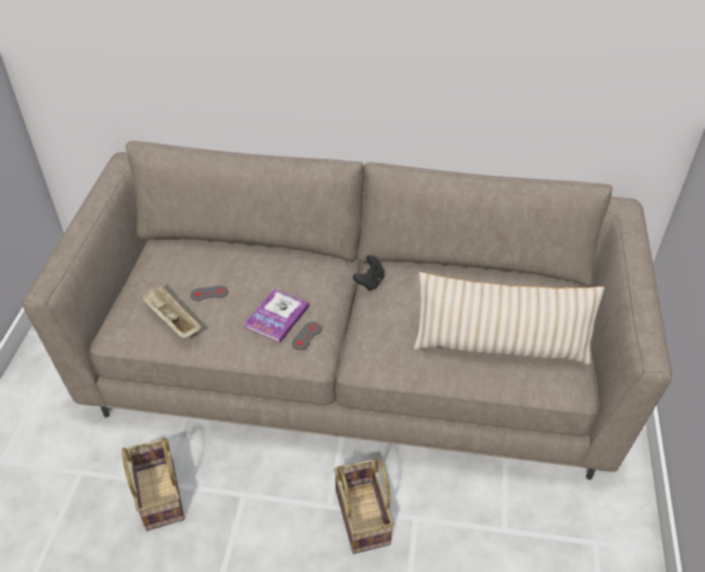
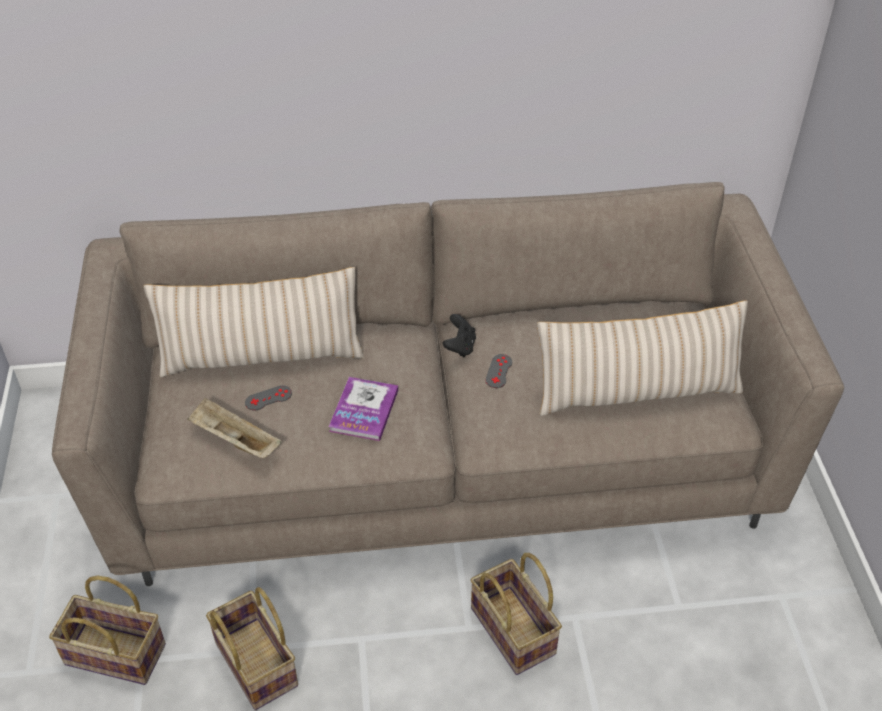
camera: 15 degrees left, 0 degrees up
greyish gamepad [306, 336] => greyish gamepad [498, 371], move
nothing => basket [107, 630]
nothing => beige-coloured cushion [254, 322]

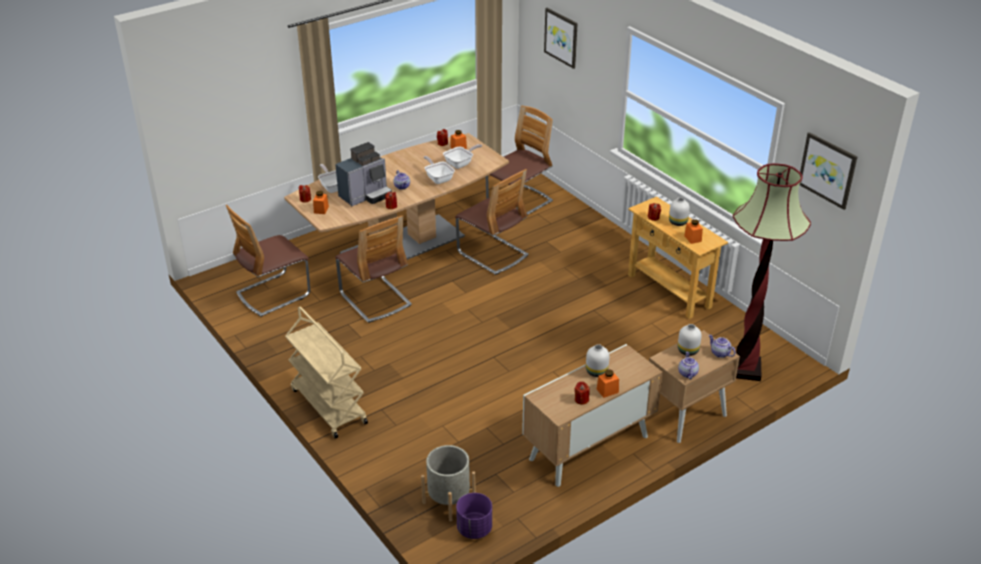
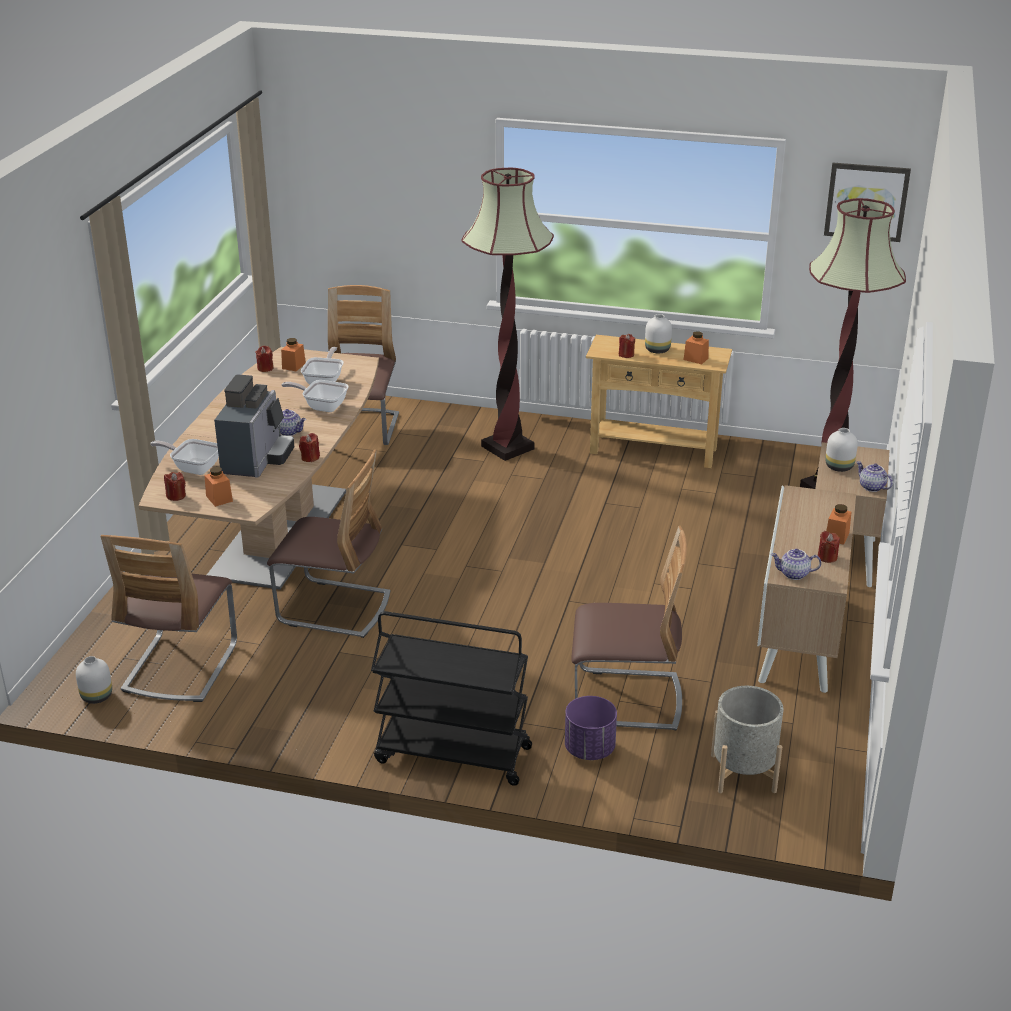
camera: 40 degrees left, 5 degrees down
beige-coloured wheeled cart [326, 372] => black wheeled cart [451, 698]
chair [492, 222] => chair [629, 628], move
purplish flower pot [474, 516] => purplish flower pot [591, 728], move
wall picture [561, 38] => nothing
whitish flower vase [598, 360] => whitish flower vase [94, 680], move
pot for tea [722, 346] => pot for tea [796, 564], move
nothing => standard lamp [507, 314]

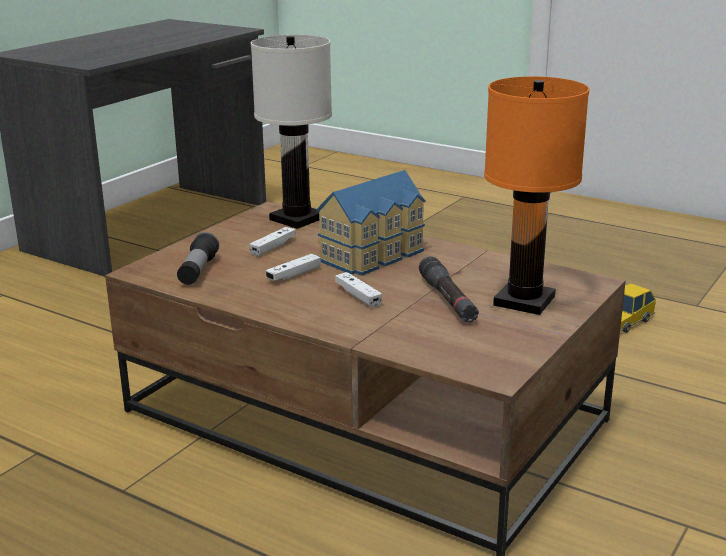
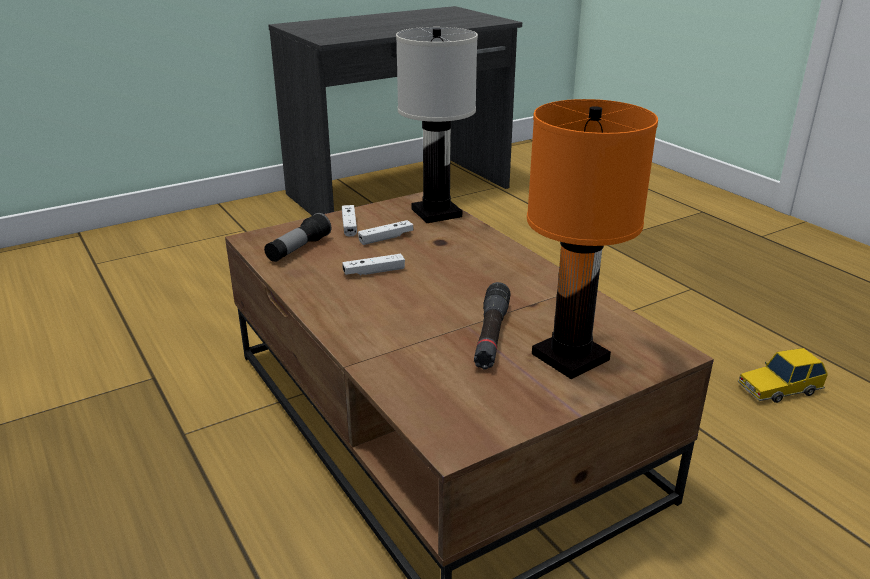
camera: 25 degrees right, 5 degrees up
miniature house [371, 223] => nothing
whitish gamepad [358, 290] => whitish gamepad [349, 220], move

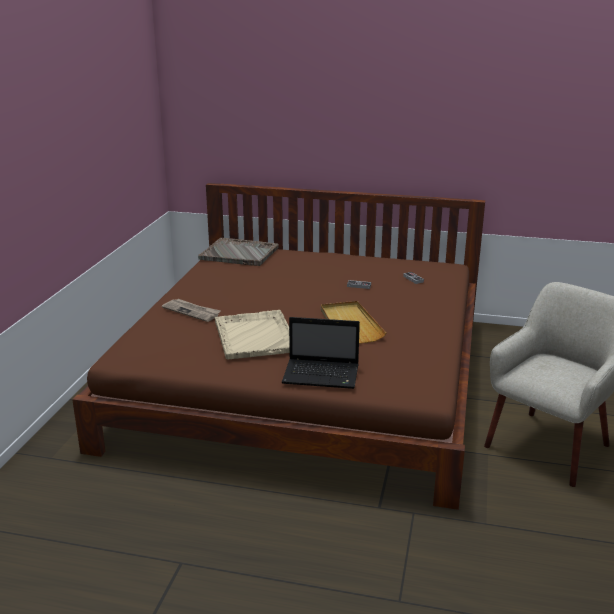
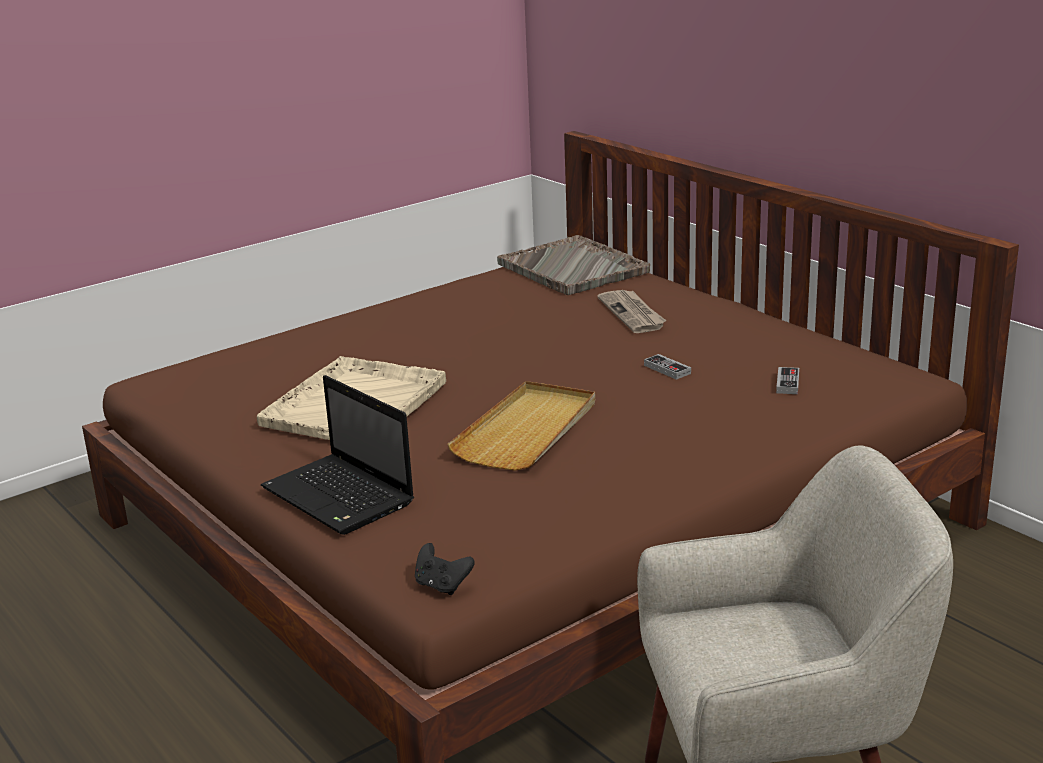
camera: 40 degrees right, 0 degrees up
printed paper [191, 310] => printed paper [632, 311], move
nothing => black gamepad [445, 569]

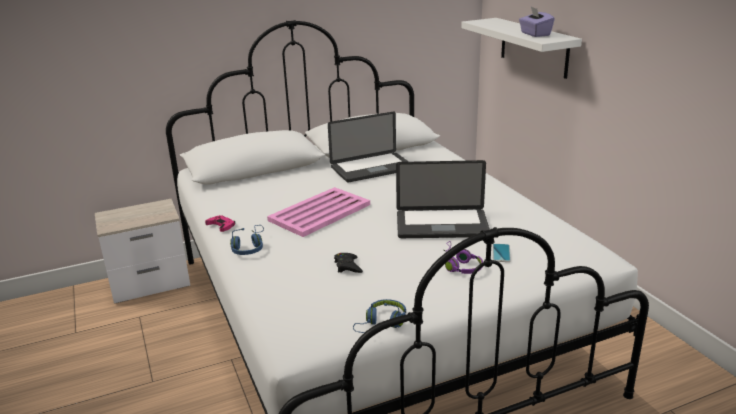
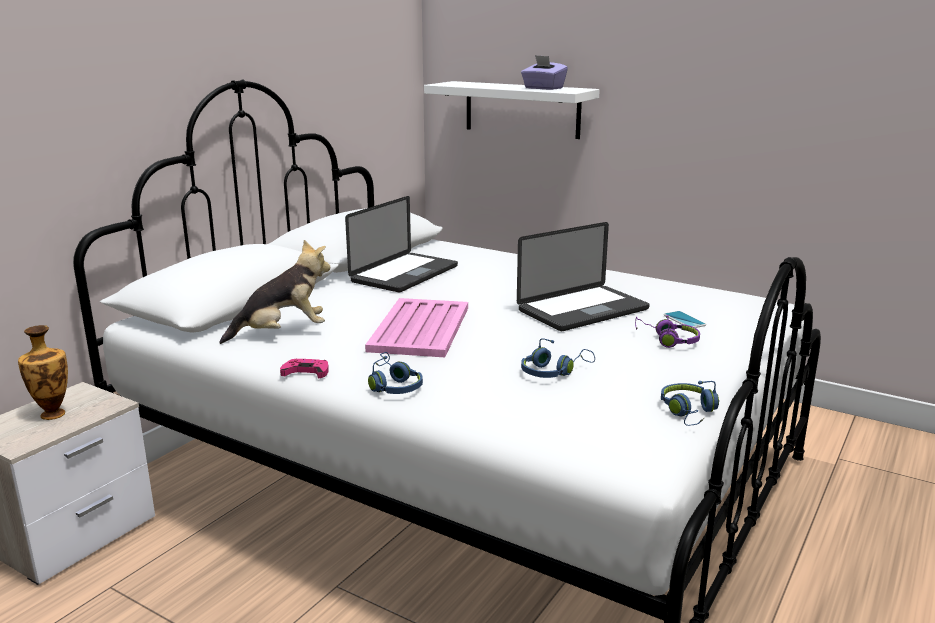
camera: 35 degrees left, 5 degrees down
black gamepad [348, 263] => blue pair of headphones [558, 358]
nothing => flower vase [43, 372]
nothing => cuddly toy [275, 292]

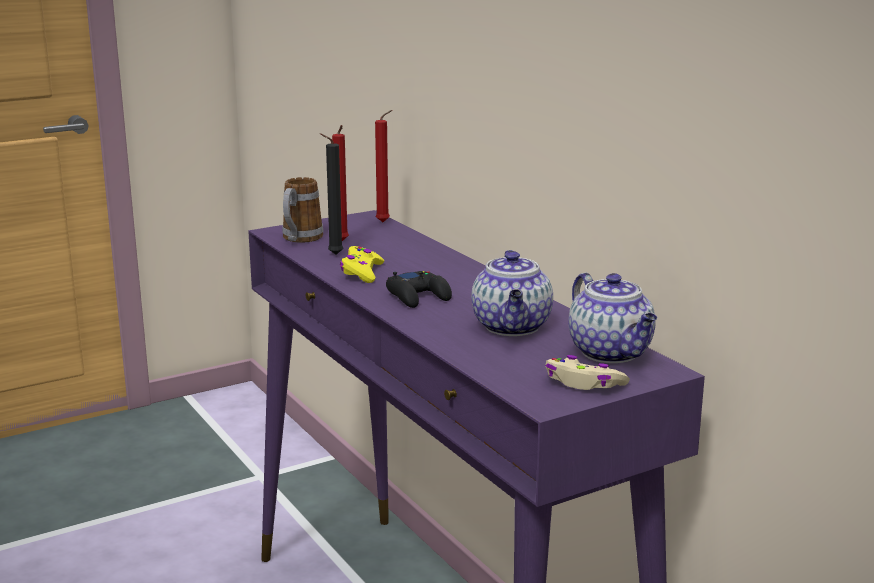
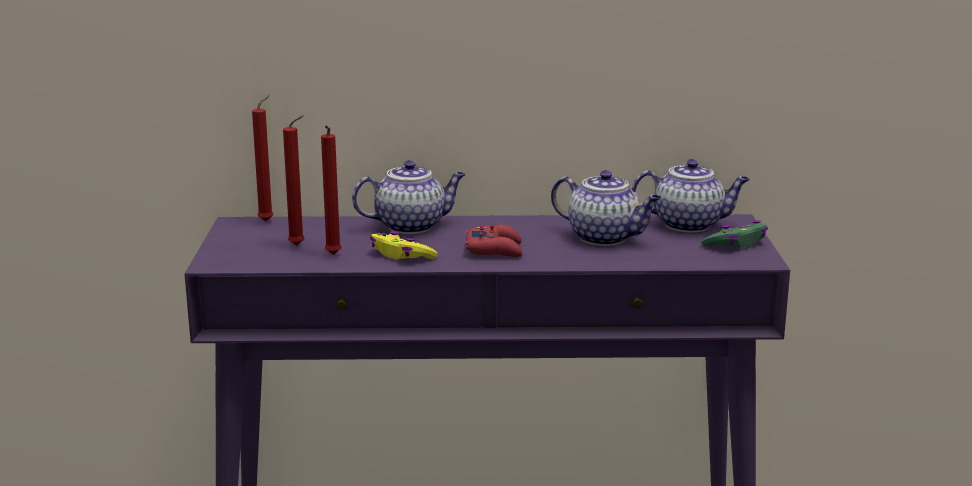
camera: 60 degrees left, 0 degrees up
mug [302, 210] => nothing
black candle [332, 194] => red-coloured candle [331, 190]
black gamepad [419, 289] => red-coloured gamepad [494, 241]
beige-coloured gamepad [587, 372] => green gamepad [734, 234]
nothing => pot for tea [409, 197]

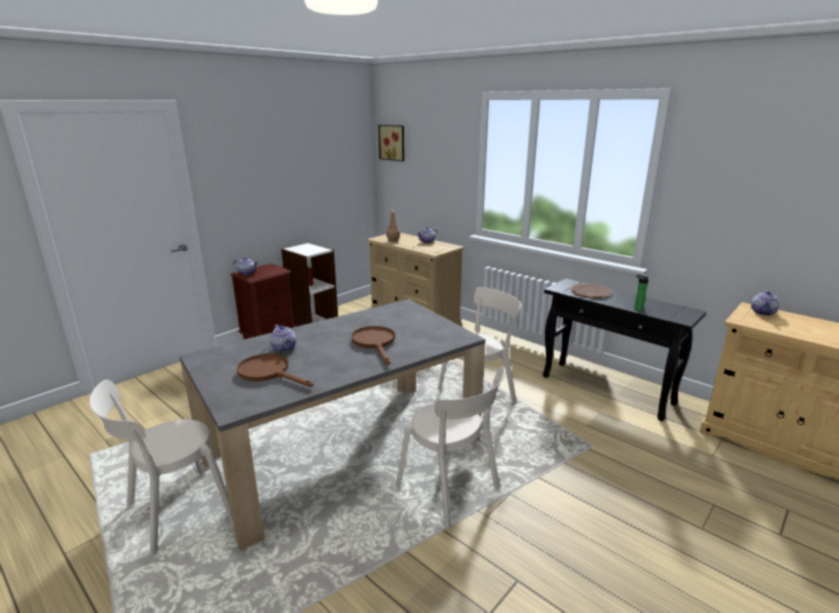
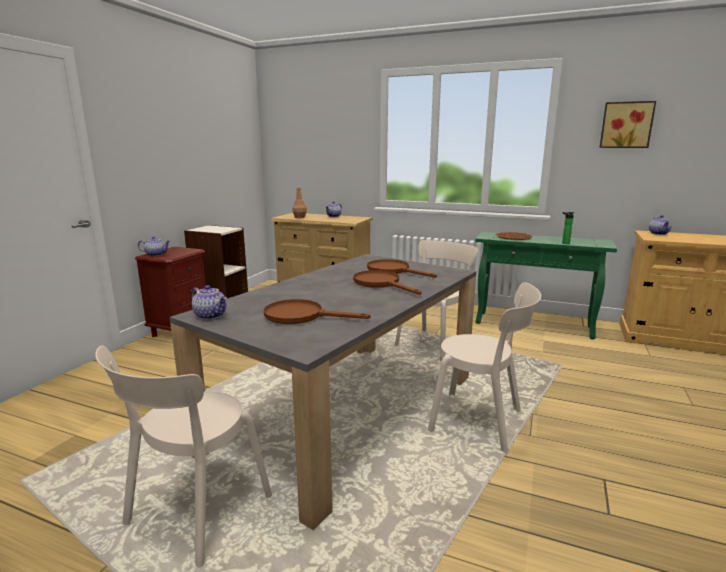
camera: 20 degrees left, 5 degrees down
pot for tea [283, 338] => pot for tea [209, 302], move
wall picture [391, 143] => wall picture [627, 124], move
black narrow table [625, 349] => green narrow table [546, 285]
nothing => brownish pan [402, 268]

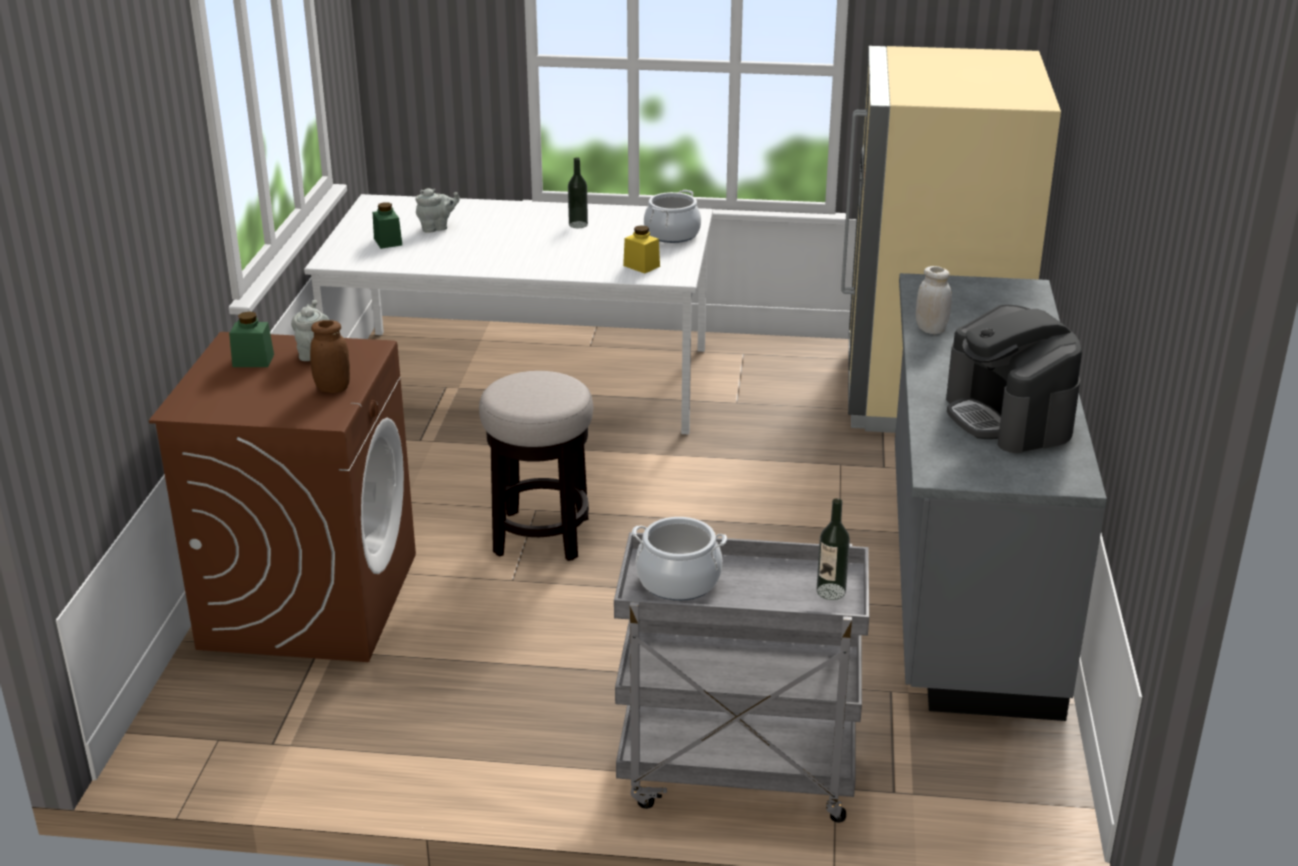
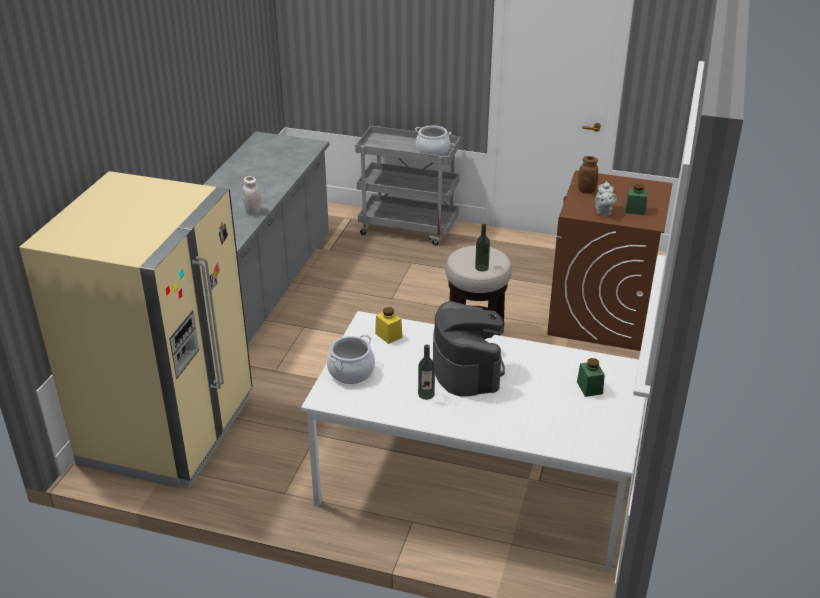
camera: 170 degrees left, 5 degrees up
greyish pot for tea [438, 210] => nothing
beverage bottle [833, 549] => beverage bottle [482, 248], move
coffee brewer [1014, 379] => coffee brewer [469, 349], move

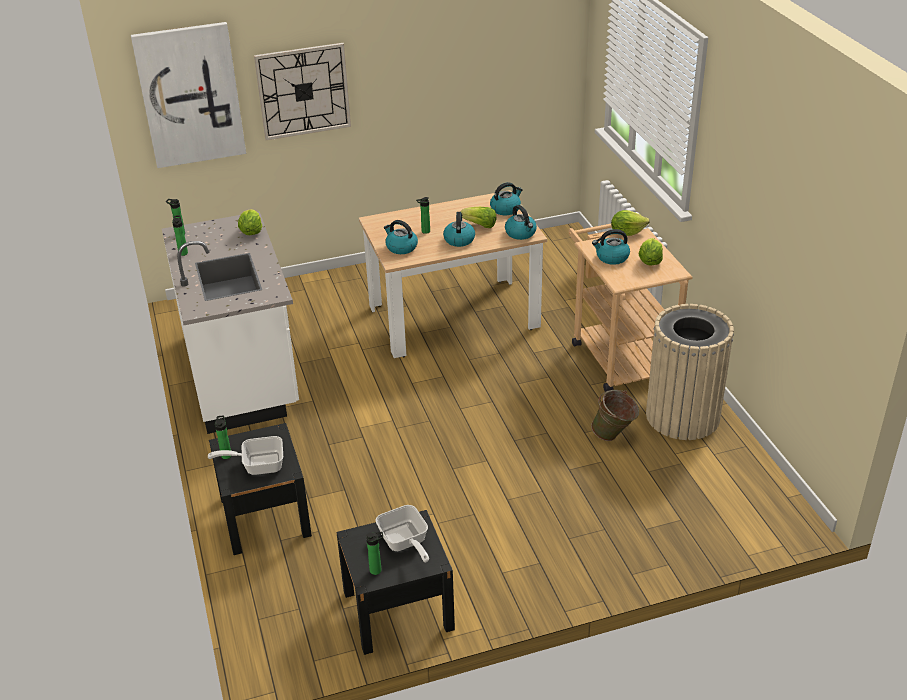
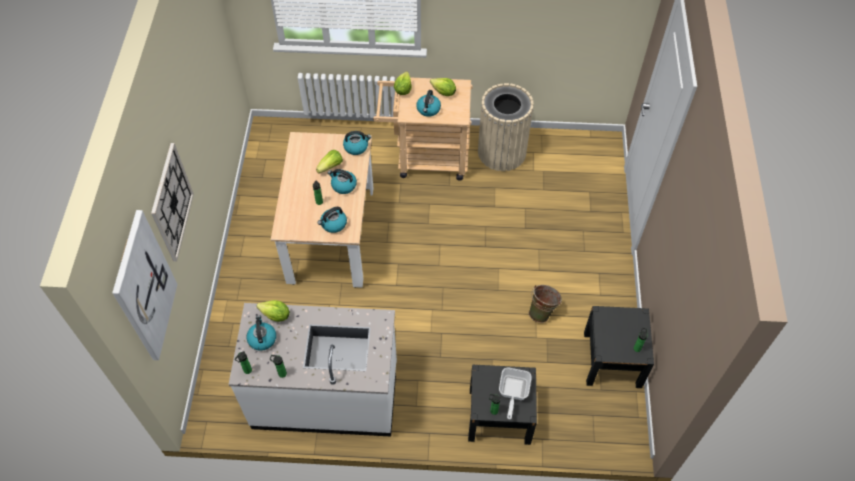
camera: 70 degrees left, 20 degrees up
pan [402, 533] => nothing
kettle [506, 198] => kettle [261, 333], move
green water bucket [615, 415] => green water bucket [545, 304], move

